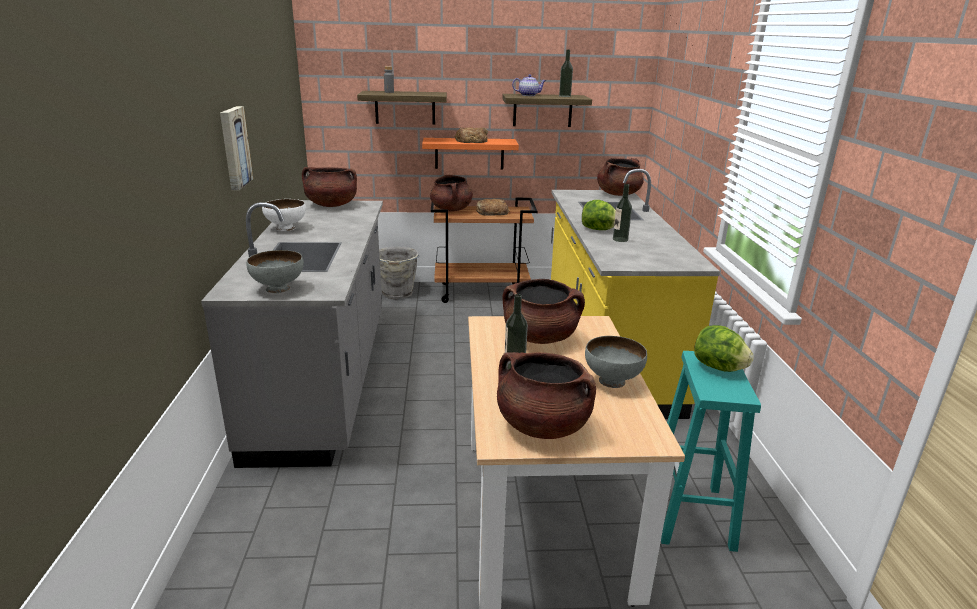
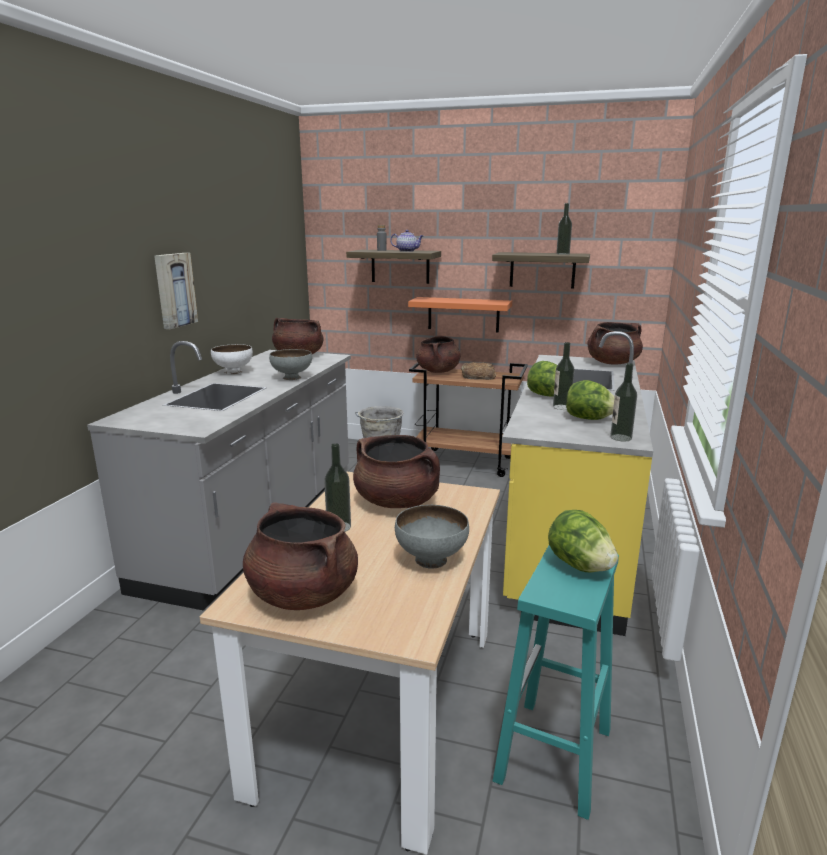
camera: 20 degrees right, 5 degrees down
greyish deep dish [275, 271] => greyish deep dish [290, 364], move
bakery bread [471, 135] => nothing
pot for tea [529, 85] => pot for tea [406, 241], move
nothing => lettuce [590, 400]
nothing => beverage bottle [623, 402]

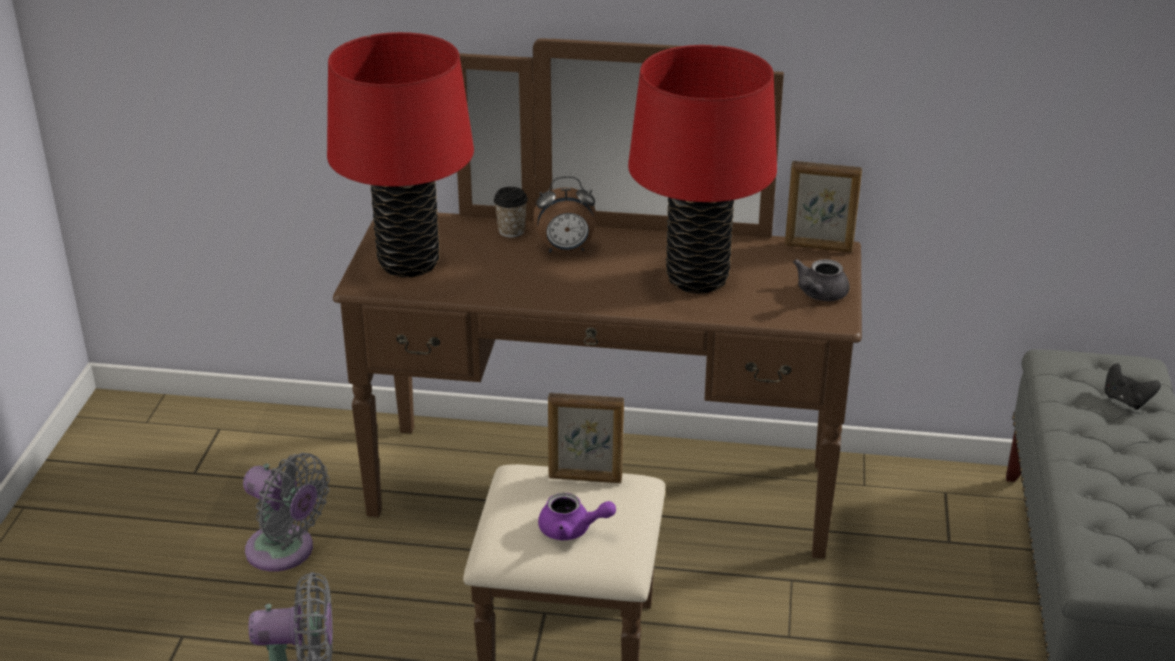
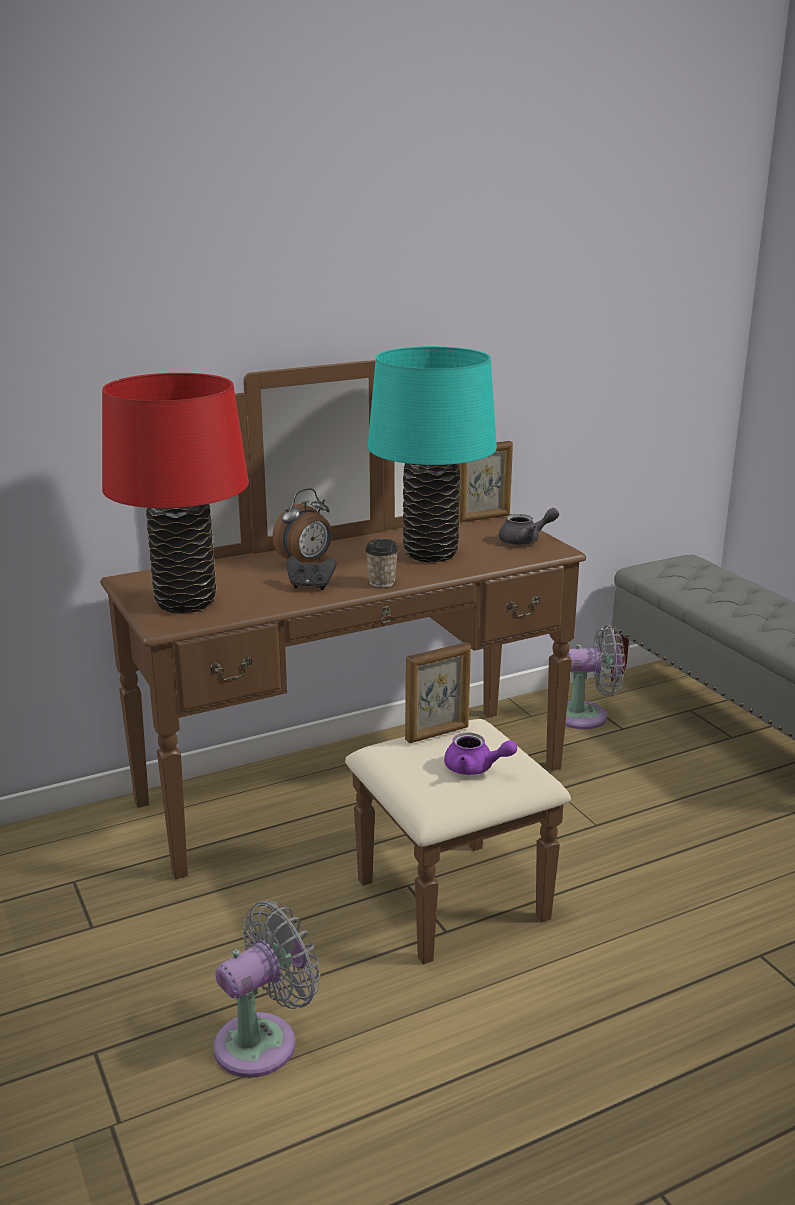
camera: 35 degrees left, 10 degrees down
greyish electric fan [286, 512] => greyish electric fan [595, 677], move
small cup [511, 212] => small cup [382, 563], move
purplish pot for tea [577, 517] => purplish pot for tea [480, 754], 45 degrees clockwise
red-coloured tabletop lamp [702, 169] => turquoise tabletop lamp [432, 454]
greyish pot for tea [821, 280] => greyish pot for tea [529, 526], 105 degrees counterclockwise
black gamepad [1133, 387] => black gamepad [312, 573], move

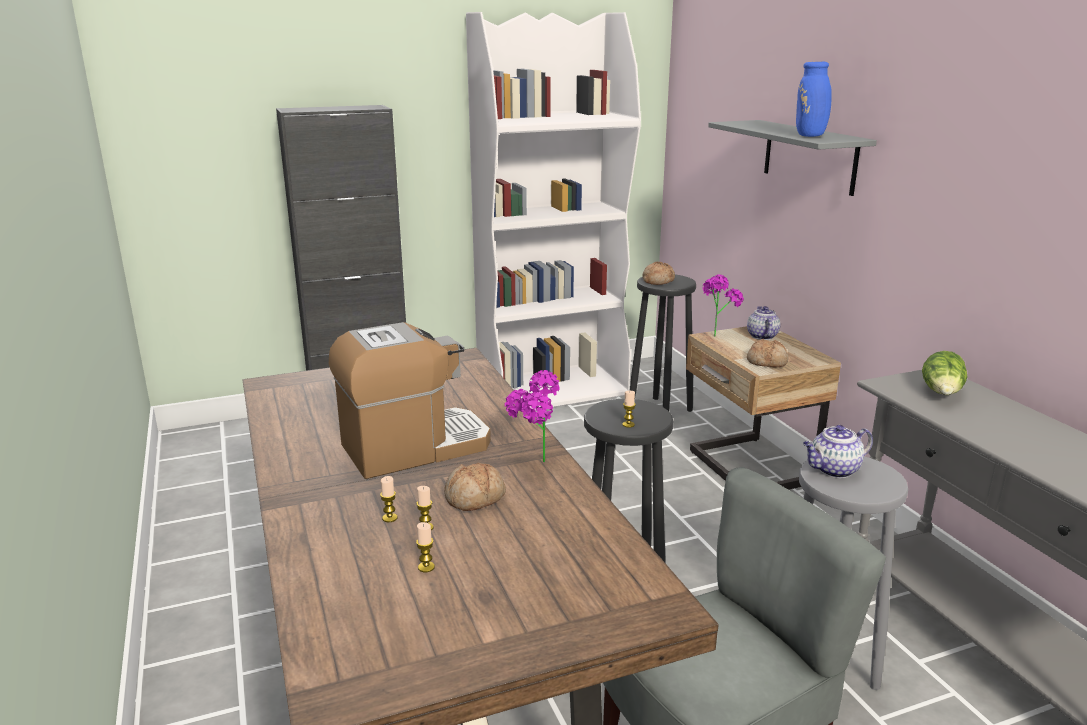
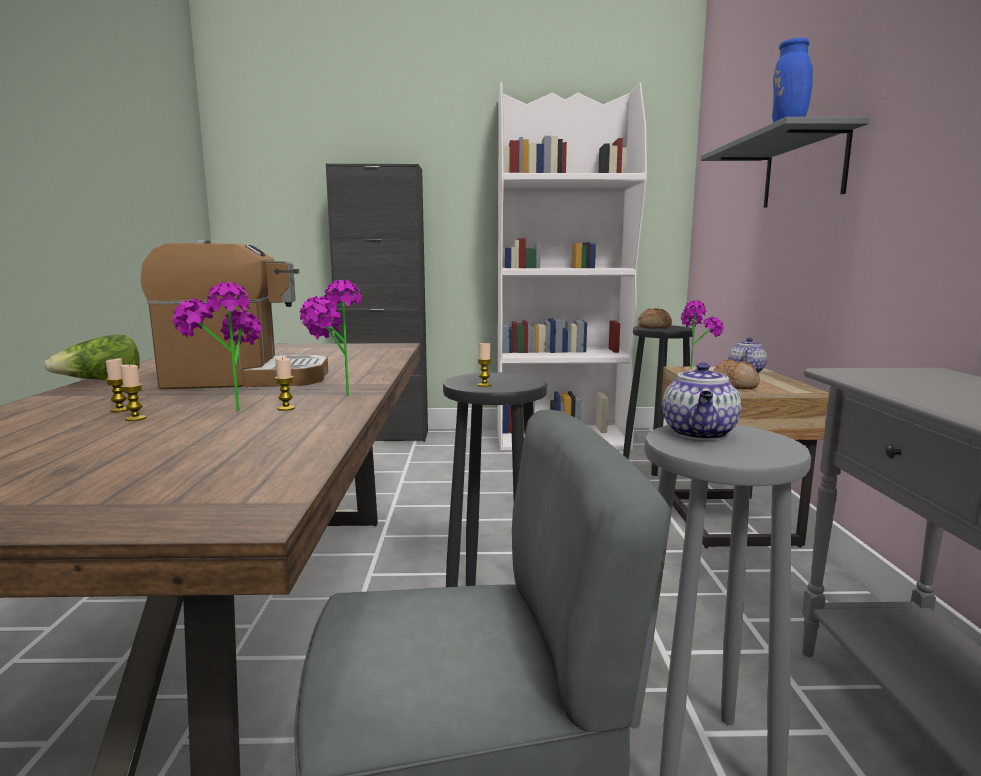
camera: 20 degrees right, 10 degrees down
candle [425, 547] => candle [285, 384], move
bakery bread [475, 487] => potted plant [216, 346]
pot for tea [838, 451] => pot for tea [701, 401], 75 degrees counterclockwise
lettuce [945, 373] => lettuce [92, 357], move

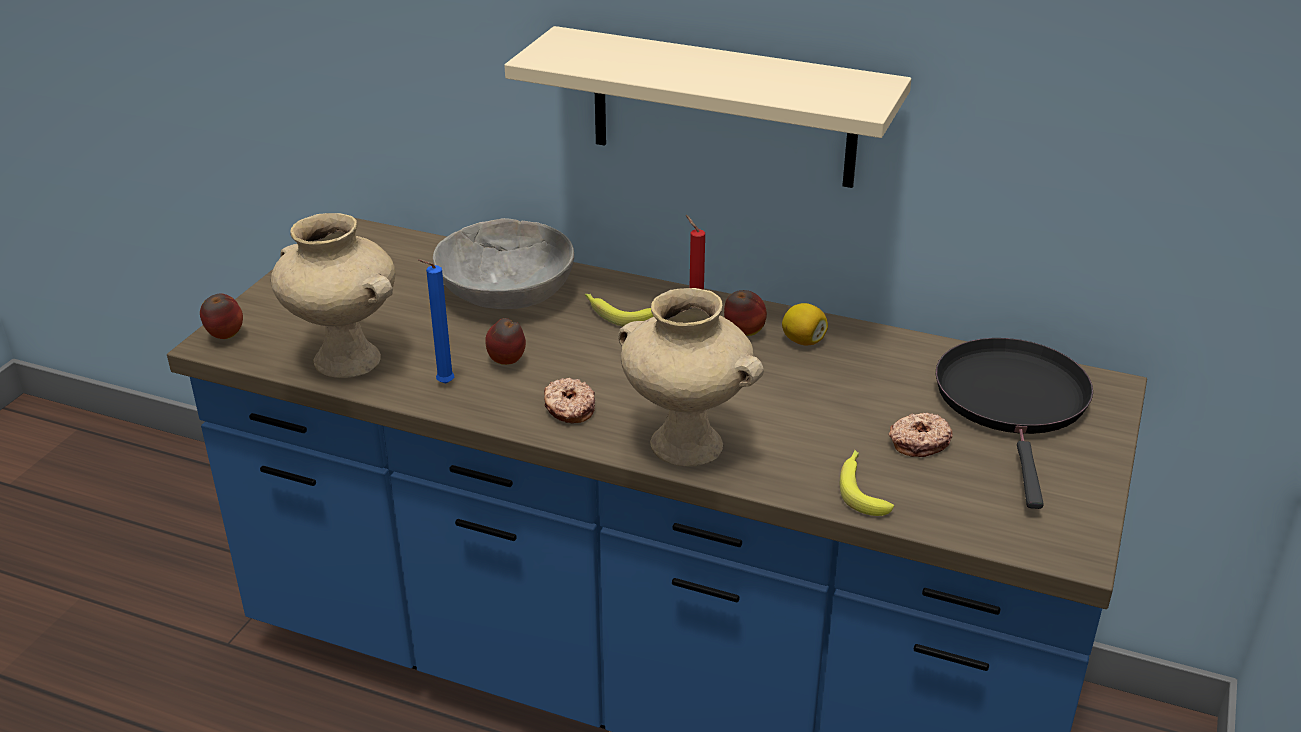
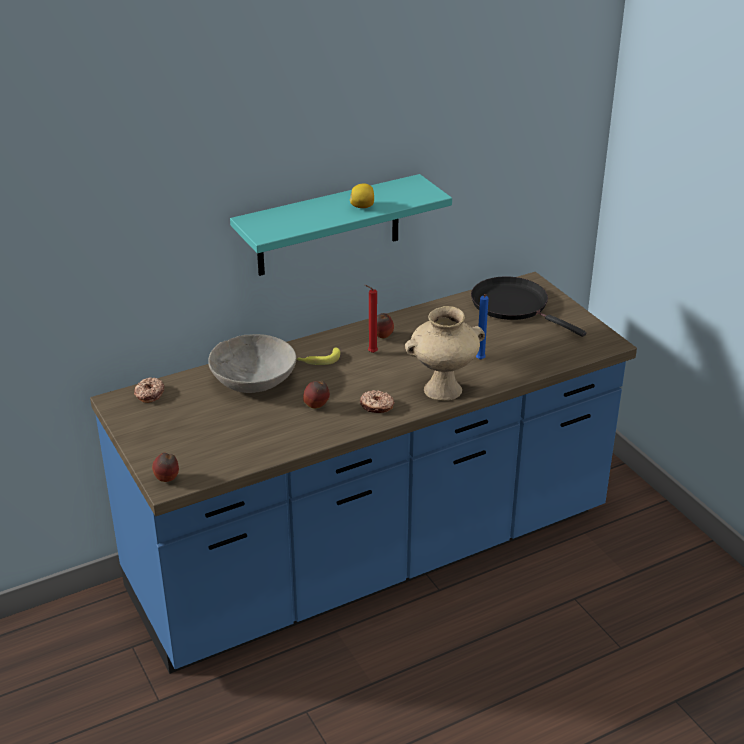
camera: 50 degrees left, 0 degrees up
beige-coloured flower vase [333, 295] => nothing
blue candle [436, 321] => blue candle [482, 327], move
beige-coloured wall shelf [707, 107] => turquoise wall shelf [341, 225]
whole lemon [805, 324] => whole lemon [362, 196], move
whole banana [867, 483] => nothing
doughnut [921, 435] => doughnut [149, 390], move

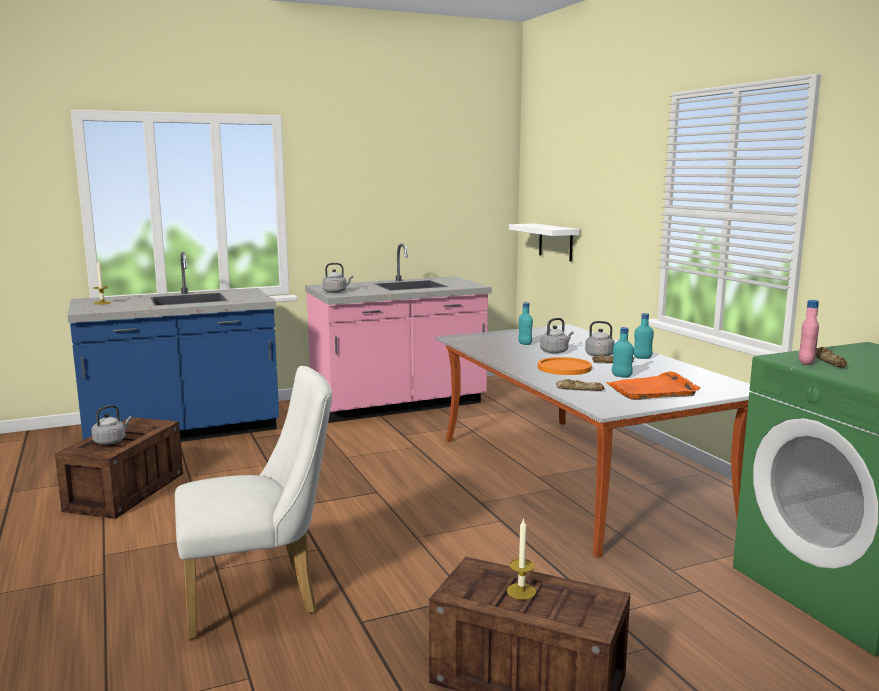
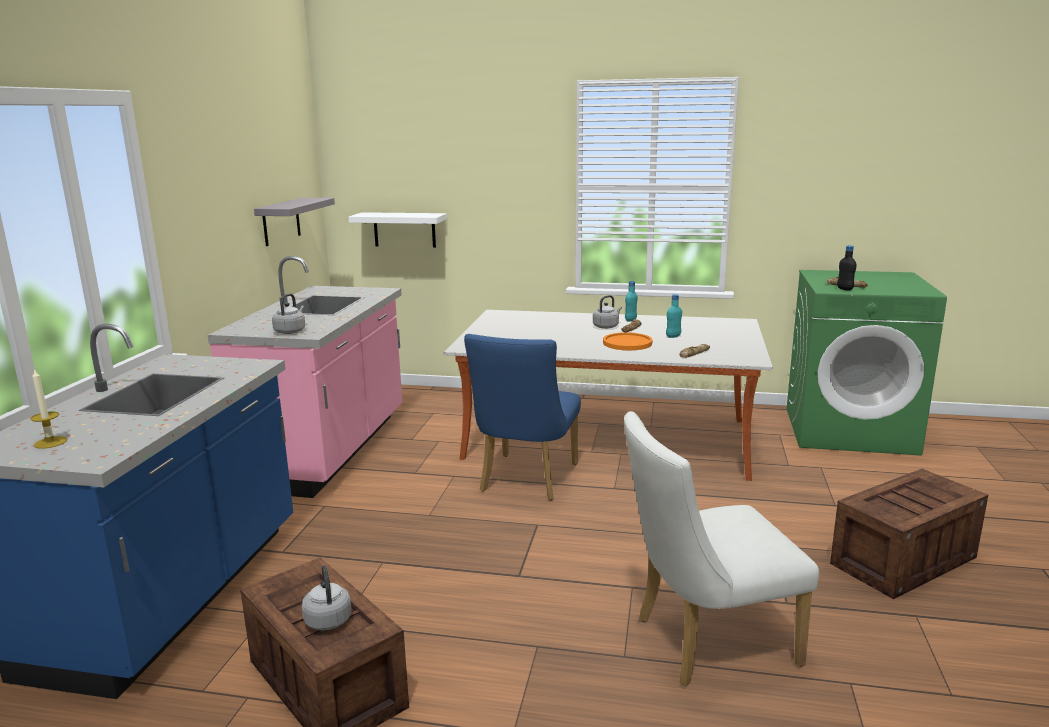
camera: 55 degrees left, 5 degrees up
whitish chair [253, 502] => whitish chair [721, 549], 120 degrees counterclockwise
candle [521, 559] => nothing
turquoise beverage bottle [525, 323] => nothing
greyish kettle [557, 336] => nothing
orange serving tray [653, 385] => nothing
pink beverage bottle [808, 332] => black beverage bottle [847, 268]
nothing => greyish wall shelf [294, 222]
nothing => blue chair [522, 417]

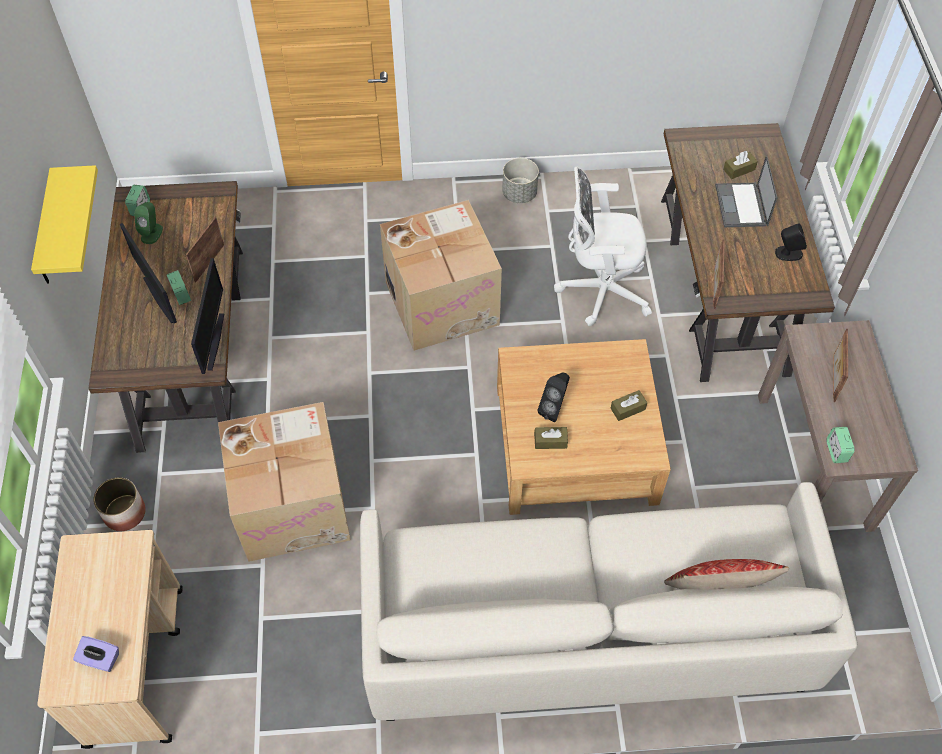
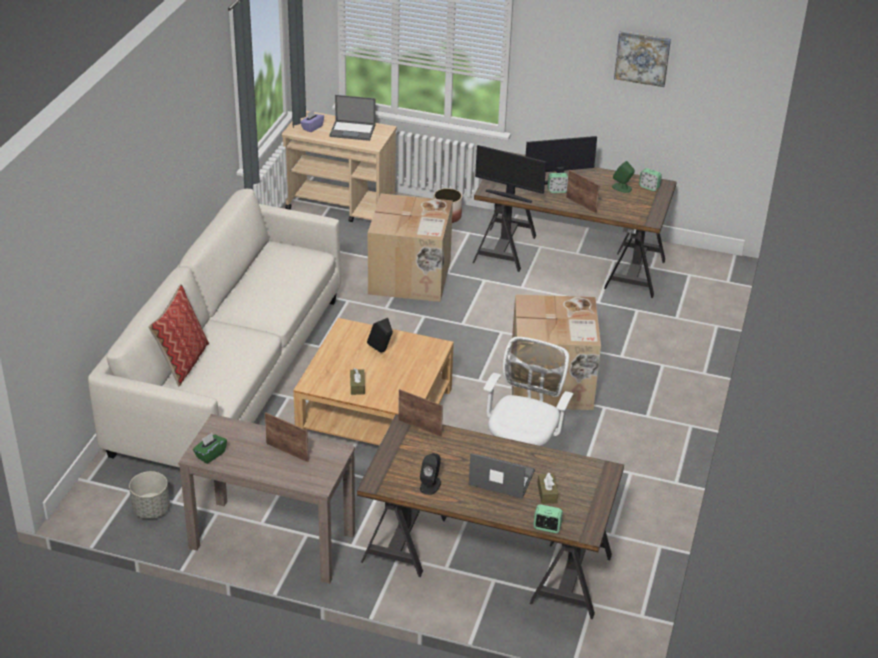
camera: 110 degrees right, 20 degrees down
yellow-coloured wall shelf [64, 224] => nothing
greyish flower pot [520, 180] => greyish flower pot [149, 495], move
brownish tissue holder [551, 438] => nothing
alarm clock [841, 445] => alarm clock [548, 518], move
nothing => green tissue holder [210, 448]
nothing => notebook computer [352, 118]
nothing => wall picture [642, 59]

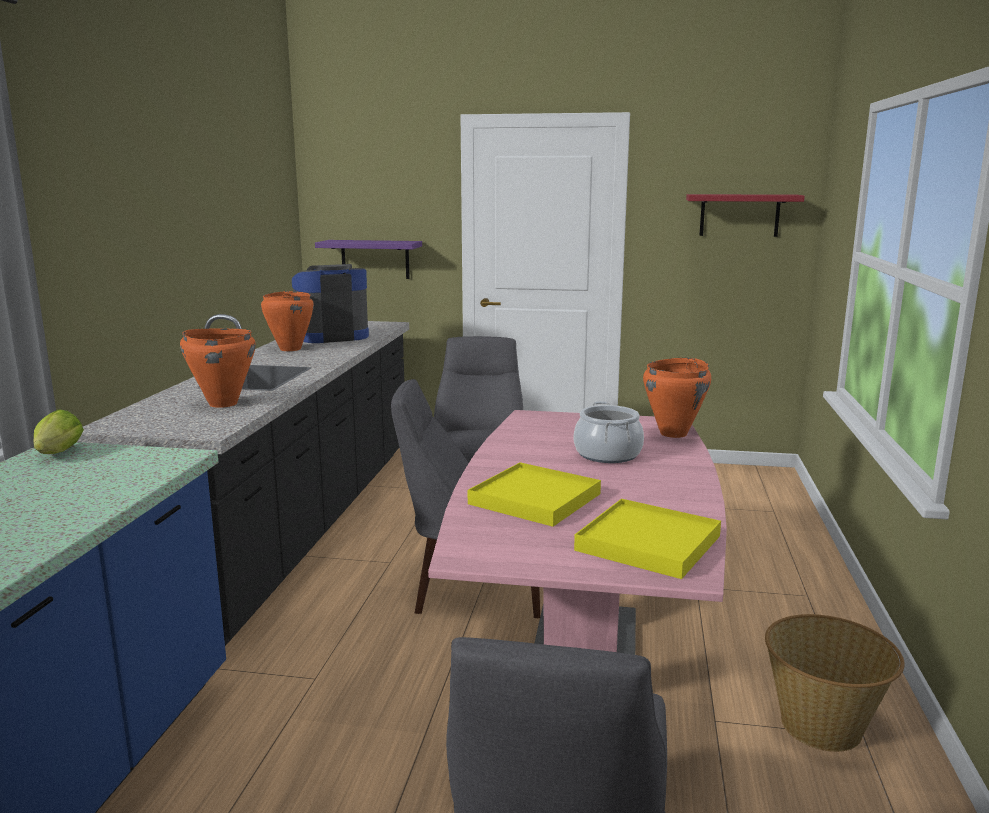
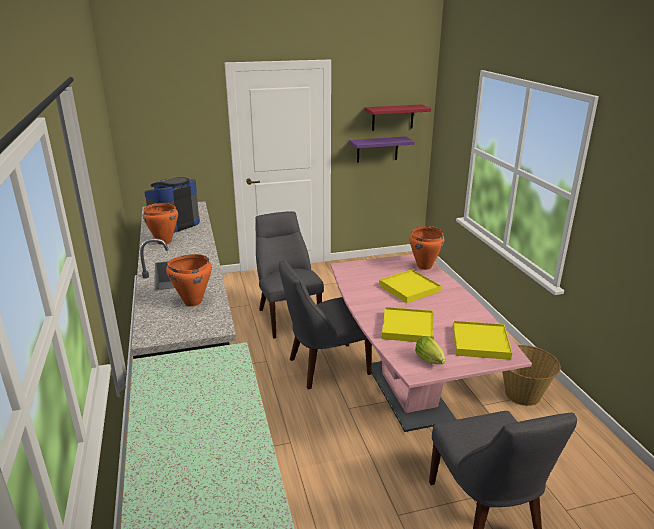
camera: 25 degrees left, 10 degrees up
lettuce [58, 431] => lettuce [430, 350], move
purplish wall shelf [368, 259] => purplish wall shelf [382, 150], move
cooking pot [609, 432] => yellow-coloured serving tray [410, 286]

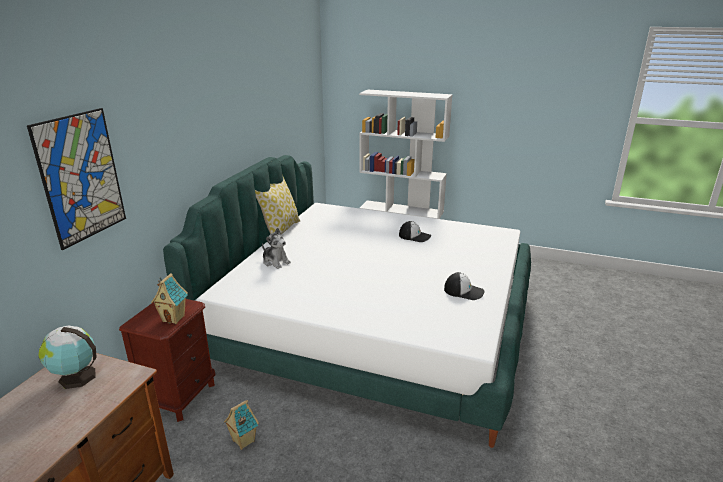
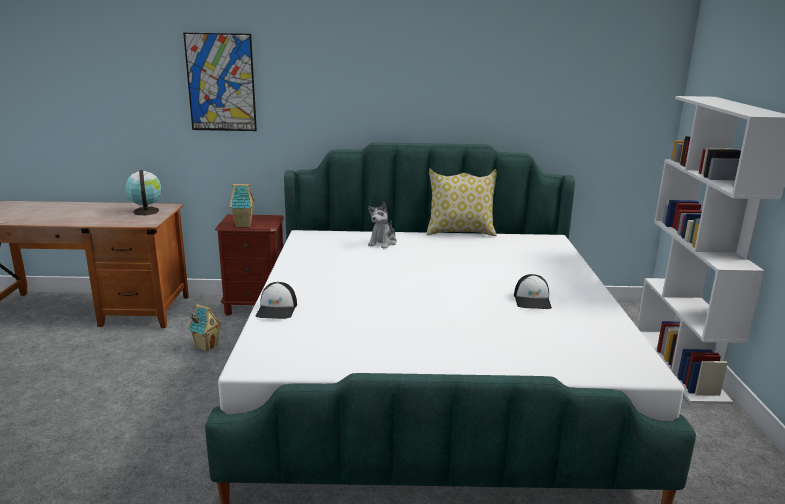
camera: 70 degrees right, 5 degrees down
cap [464, 286] => cap [276, 300], move

